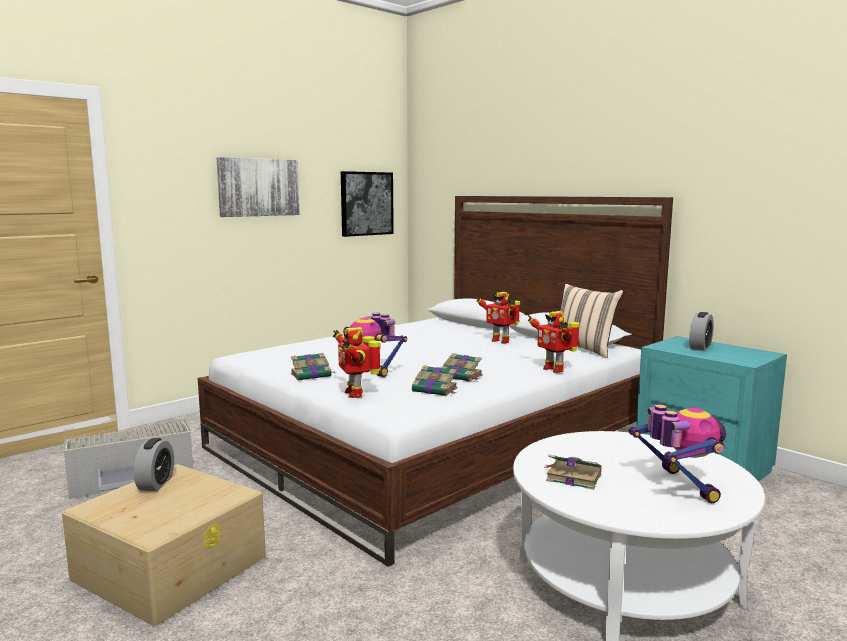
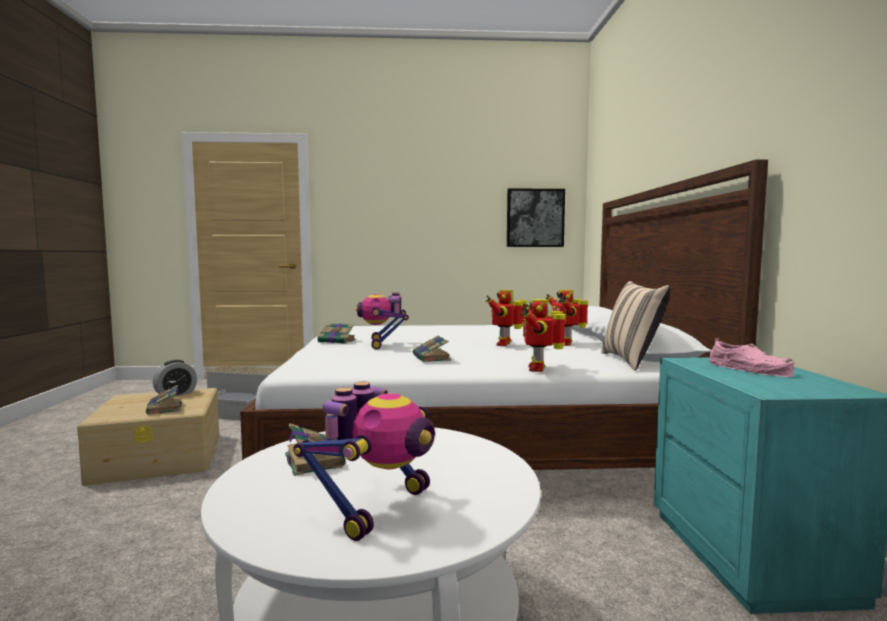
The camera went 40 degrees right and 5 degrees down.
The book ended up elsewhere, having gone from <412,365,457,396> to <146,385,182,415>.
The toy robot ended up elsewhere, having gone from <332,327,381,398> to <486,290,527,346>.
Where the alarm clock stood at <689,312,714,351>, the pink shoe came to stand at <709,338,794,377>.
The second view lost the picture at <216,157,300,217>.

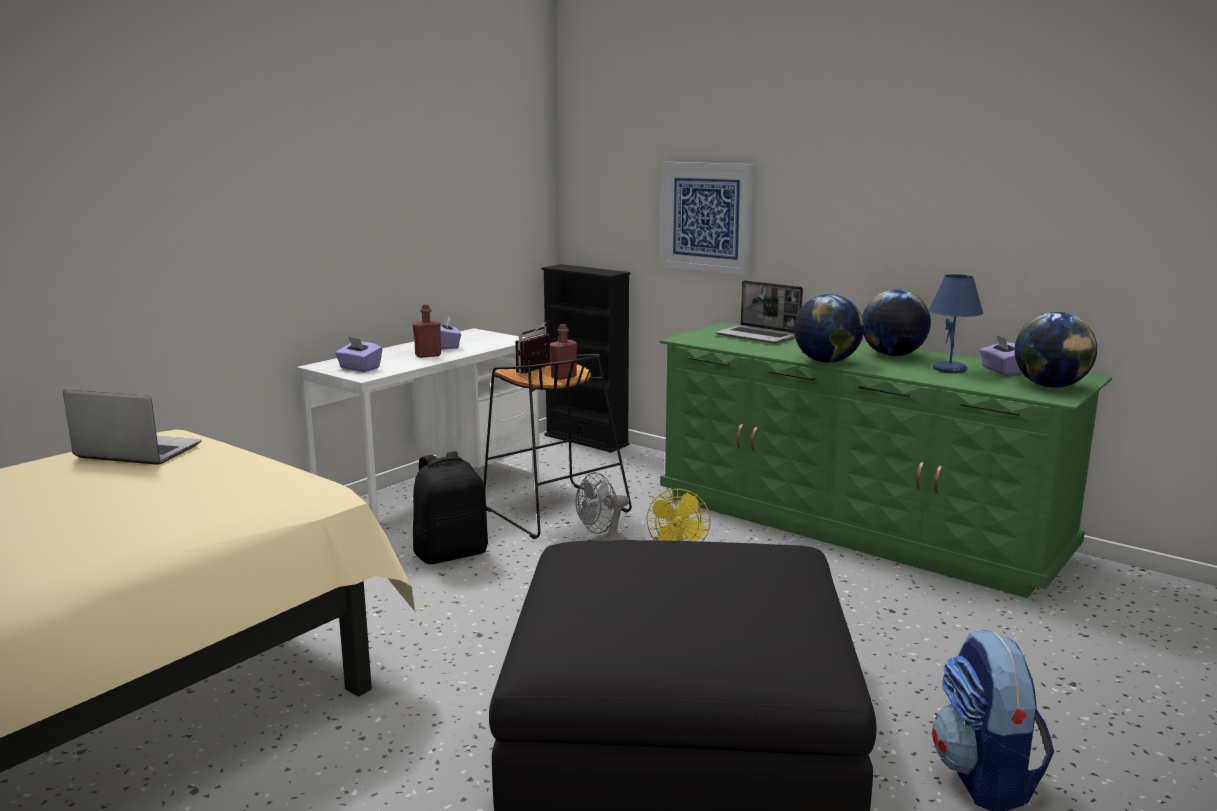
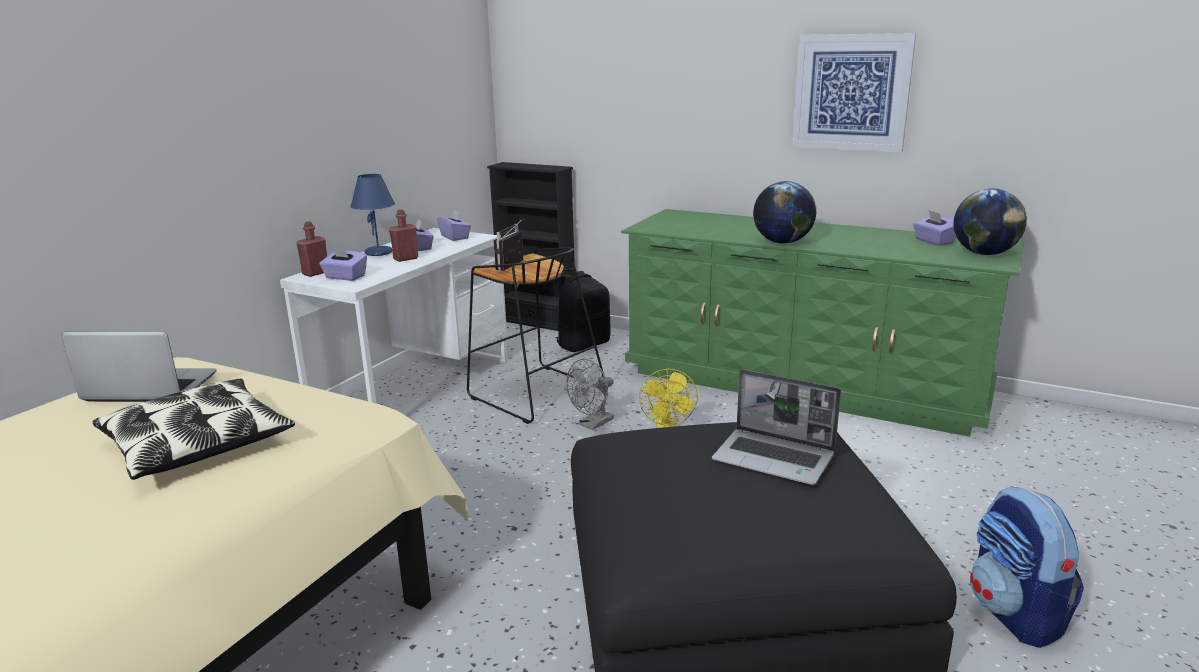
The camera went 10 degrees left and 5 degrees up.
The second view gained the pillow at <92,379,295,480>.
The red bottle ended up elsewhere, having gone from <550,324,577,380> to <297,221,327,277>.
The blue table lamp ended up elsewhere, having gone from <928,274,984,373> to <350,174,395,256>.
The second view gained the purple tissue box at <437,210,471,241>.
The black backpack ended up elsewhere, having gone from <413,451,488,564> to <556,271,611,352>.
The laptop ended up elsewhere, having gone from <715,280,803,344> to <712,369,841,485>.
The picture ended up elsewhere, having gone from <660,162,756,276> to <792,33,916,152>.
The second view lost the globe at <862,289,931,356>.

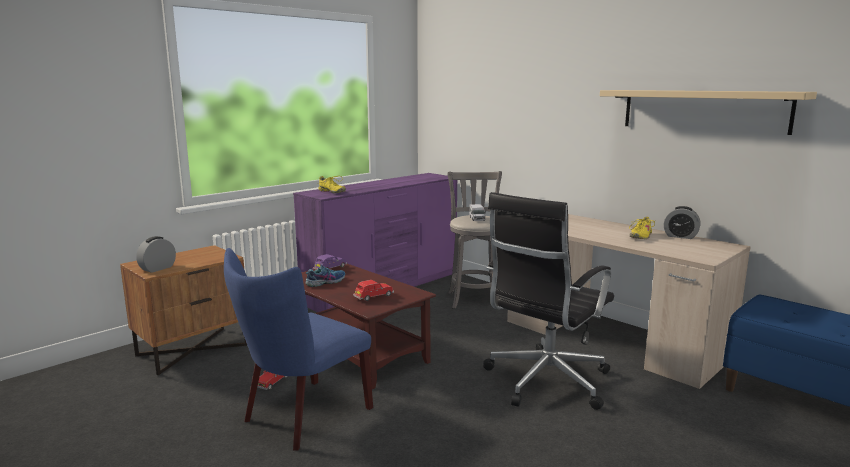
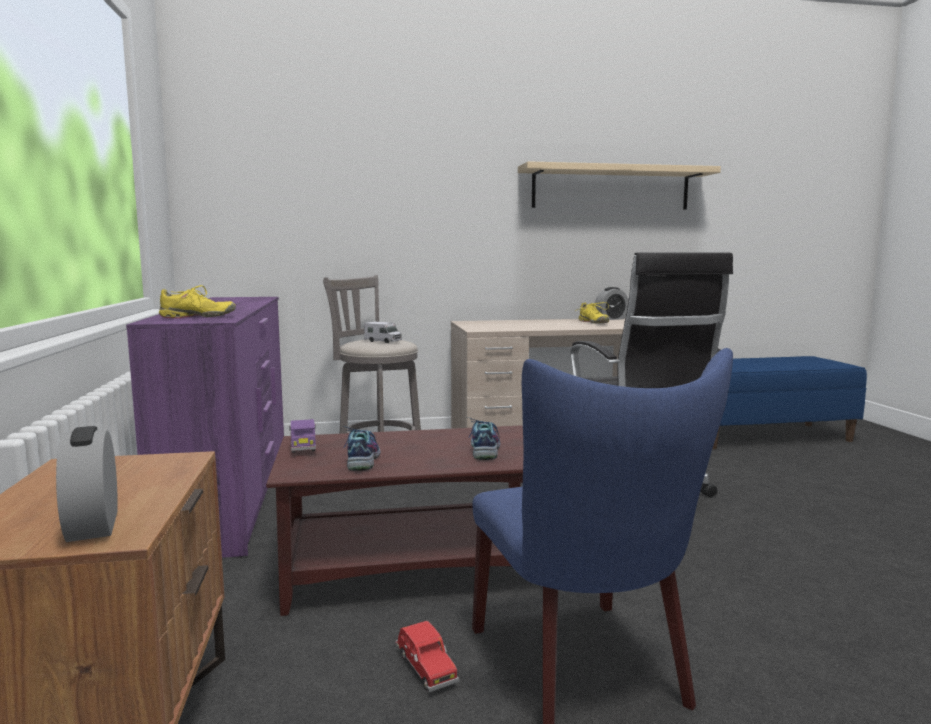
The camera went 55 degrees left and 5 degrees down.
Where the red toy car stood at <353,280,394,301>, the shoe came to stand at <469,418,501,460>.

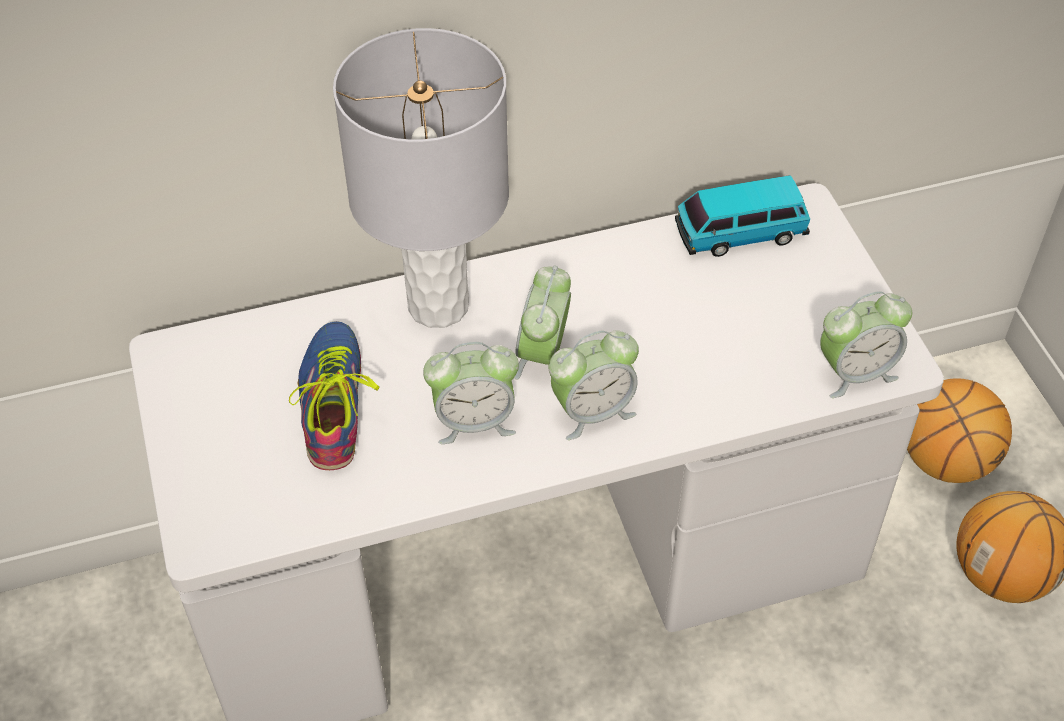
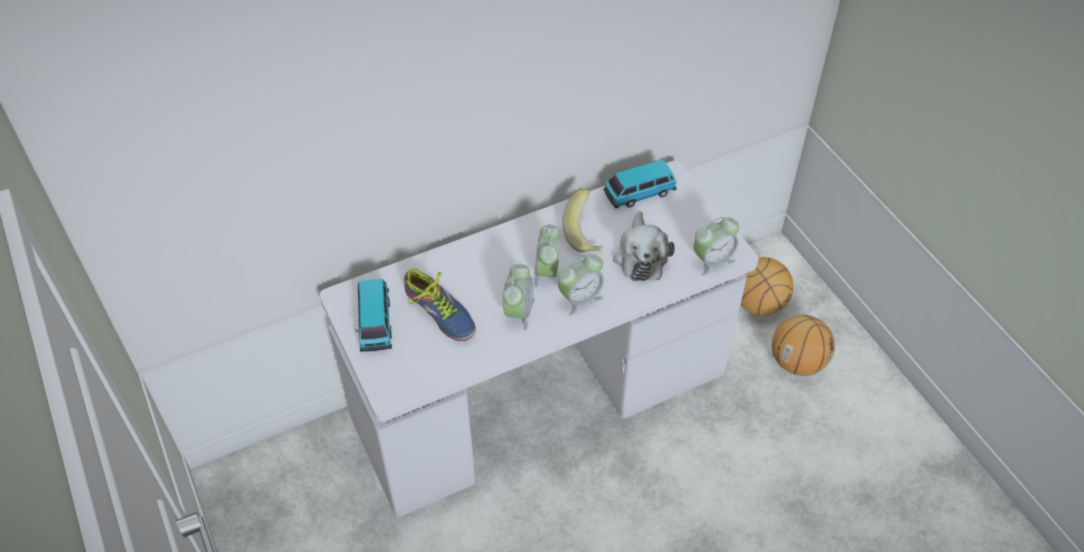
The camera went 10 degrees left and 0 degrees up.
The second view gained the toy car at <355,279,392,352>.
The shoe at <289,321,380,470> ended up facing another way, 150 degrees clockwise from before.
The alarm clock at <423,342,519,444> ended up facing another way, 60 degrees counterclockwise from before.
The second view gained the banana at <562,189,603,252>.
The second view gained the plush toy at <613,211,675,281>.
The second view lost the grey table lamp at <333,28,509,328>.

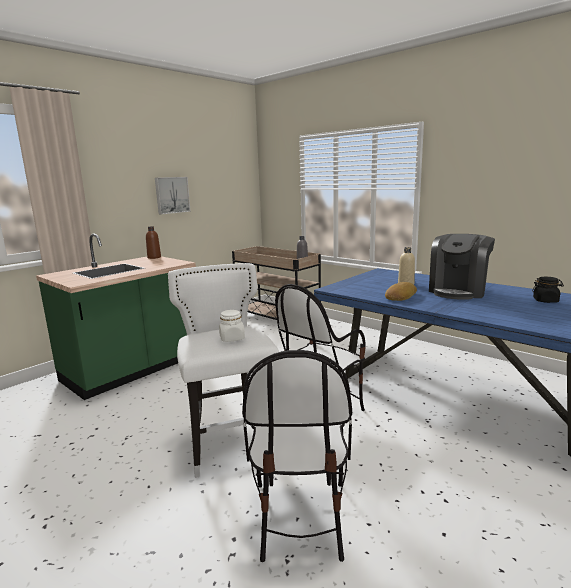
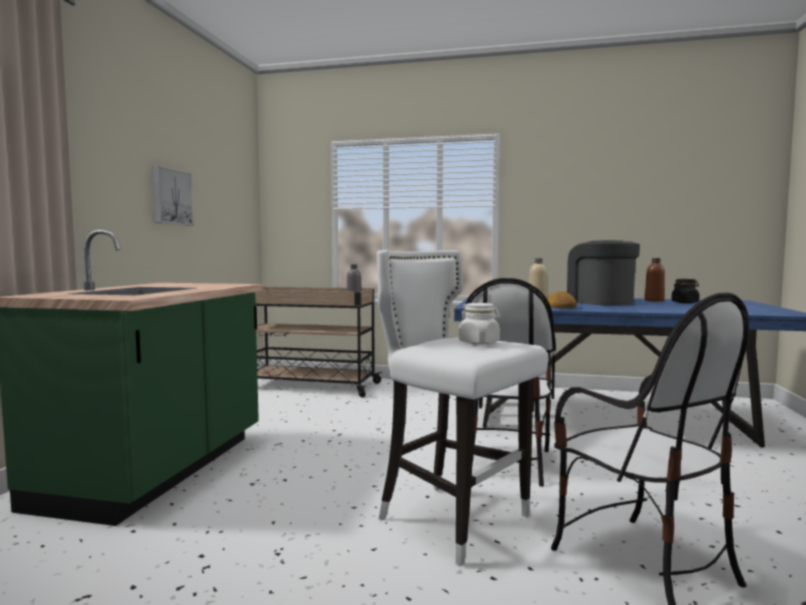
The camera went 30 degrees left and 10 degrees down.
The coffee machine at <429,234,495,300> ended up facing another way, 150 degrees clockwise from before.
The brown bottle ended up elsewhere, having gone from <146,226,161,259> to <644,258,665,302>.

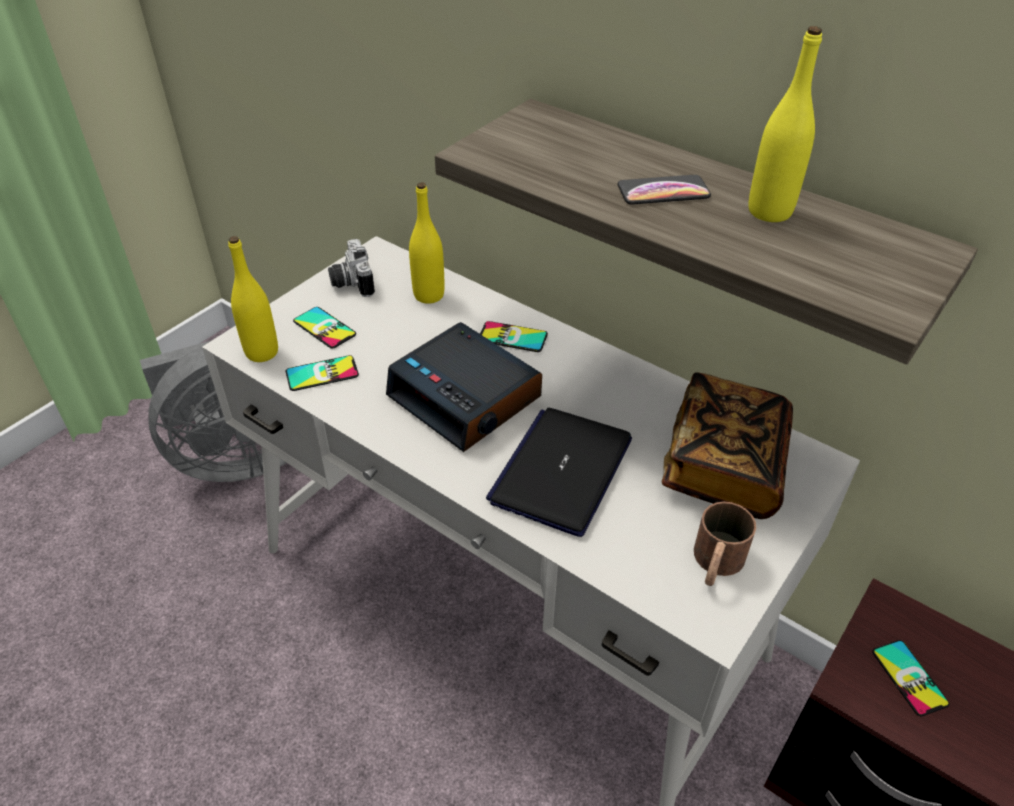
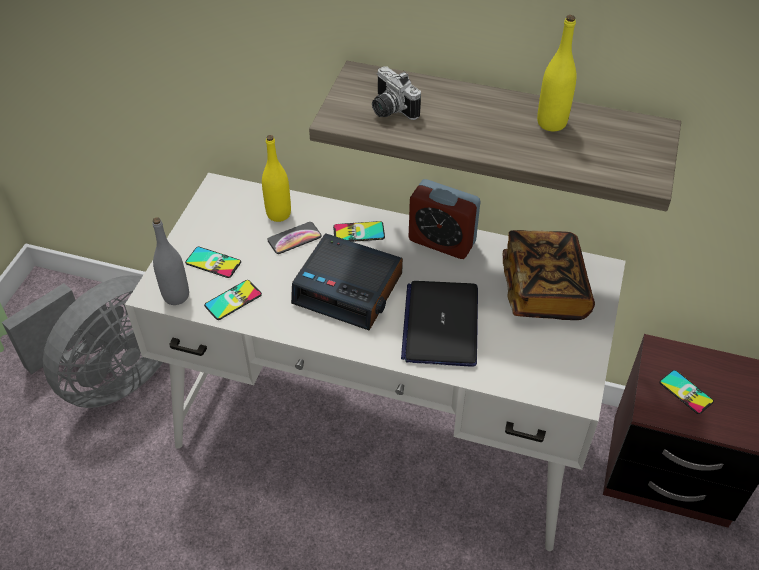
The camera went 20 degrees left and 5 degrees up.
What was the yellow bottle at <228,236,278,362> turned into the grey bottle at <152,217,189,305>.
The phone ended up elsewhere, having gone from <618,175,711,205> to <267,222,322,254>.
The photo camera ended up elsewhere, having gone from <328,239,375,297> to <372,66,421,120>.
The second view gained the alarm clock at <409,179,481,259>.
The second view lost the brown mug at <694,501,756,586>.

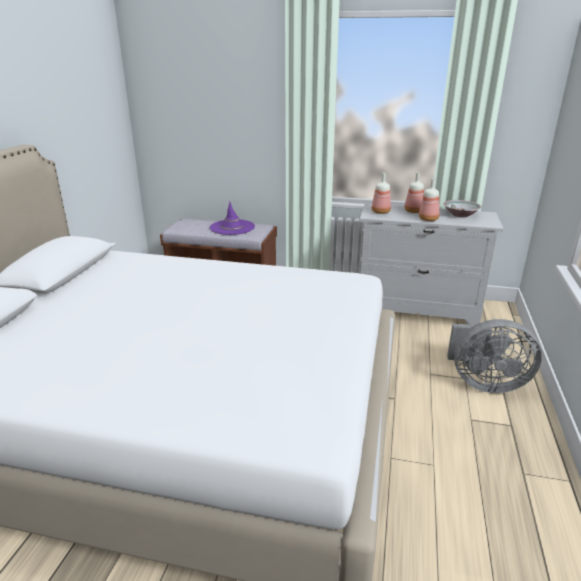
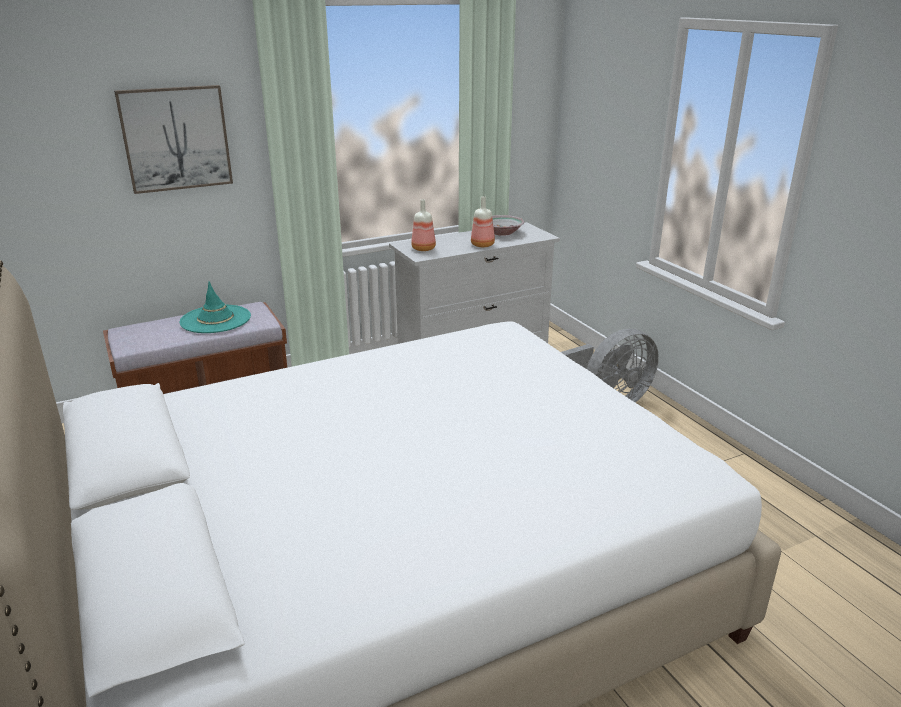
The camera went 40 degrees left and 0 degrees up.
The second view gained the picture at <114,85,233,194>.
What was the purple hat at <210,202,255,235> turned into the turquoise hat at <179,282,251,333>.
The second view lost the bottle at <404,172,424,213>.

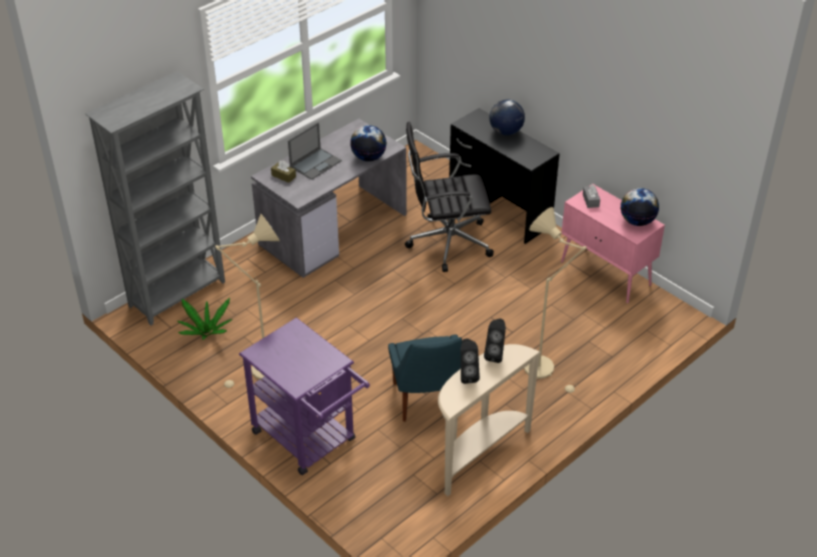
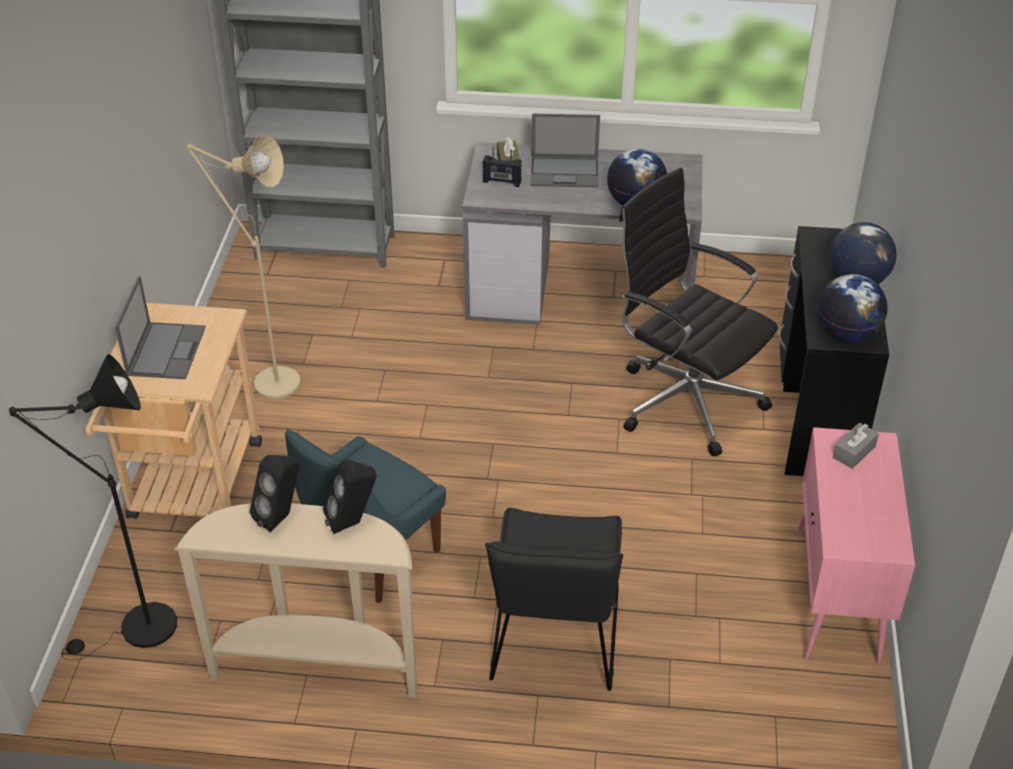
The camera went 50 degrees right and 0 degrees up.
The second view gained the black floor lamp at <9,354,177,660>.
What was the purple cart at <239,317,370,475> turned into the beige cart at <86,303,262,519>.
The second view gained the laptop at <115,276,206,379>.
The second view gained the radio at <483,147,522,187>.
Where the beige floor lamp stood at <524,207,587,393>, the black chair came to stand at <485,507,623,691>.
The globe ended up elsewhere, having gone from <621,188,659,226> to <817,274,888,343>.
The second view lost the potted plant at <177,298,233,340>.

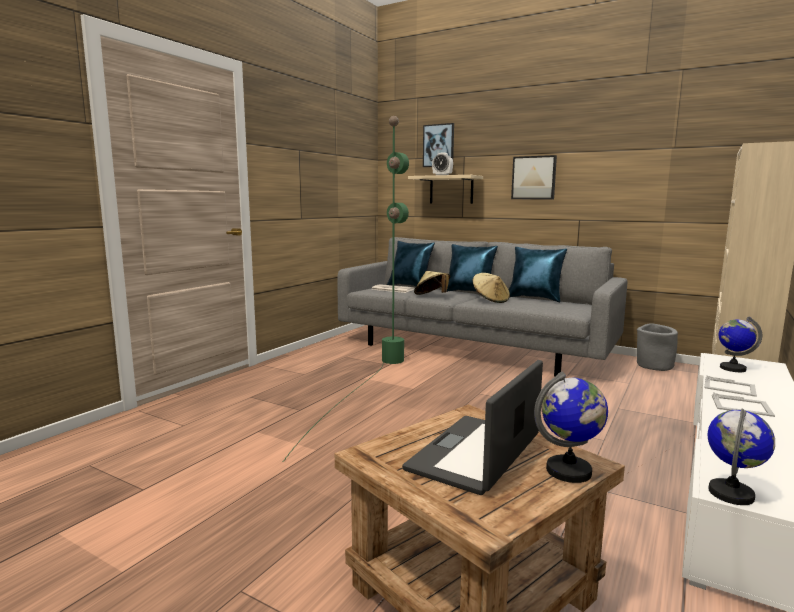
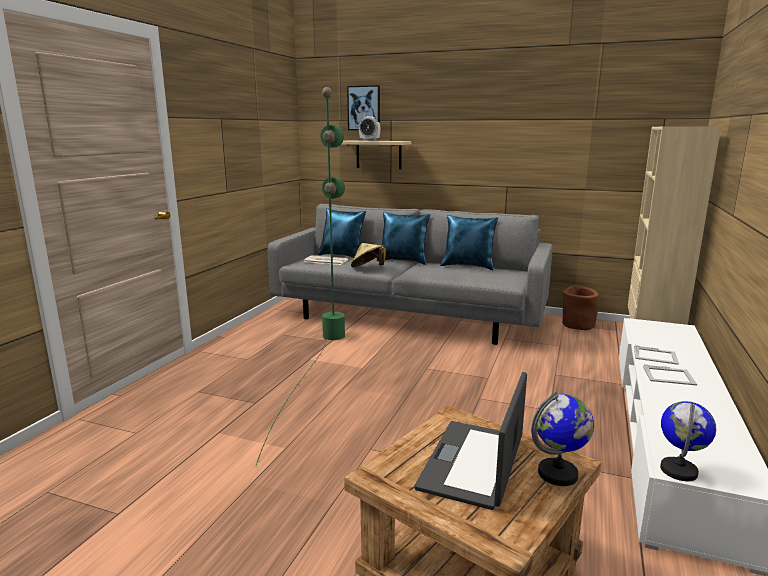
The camera went 10 degrees left and 5 degrees up.
What was the grey planter at <637,323,678,371> turned into the brown planter at <562,285,599,330>.
The second view lost the beige hat at <473,273,510,303>.
The second view lost the picture at <511,155,557,199>.
The second view lost the globe at <719,317,762,372>.

